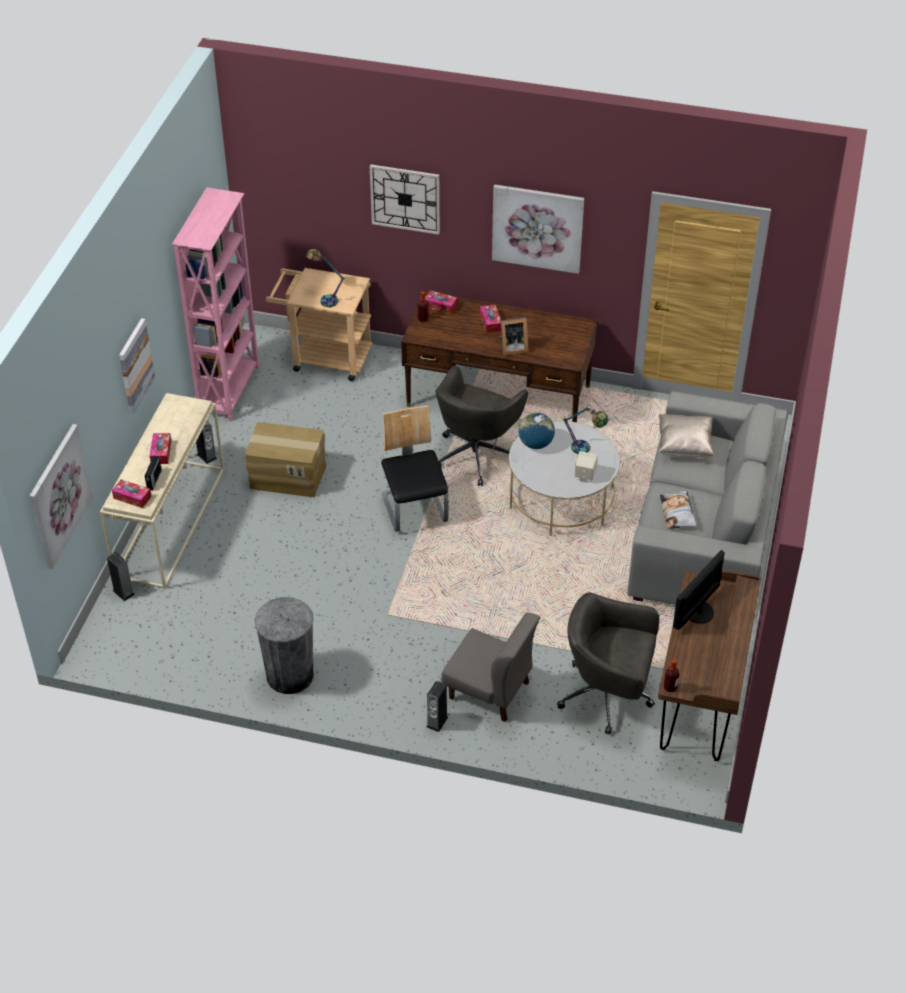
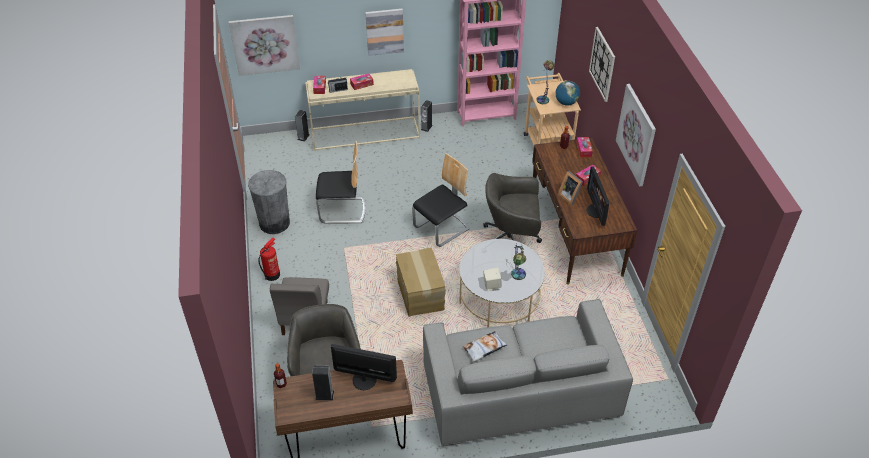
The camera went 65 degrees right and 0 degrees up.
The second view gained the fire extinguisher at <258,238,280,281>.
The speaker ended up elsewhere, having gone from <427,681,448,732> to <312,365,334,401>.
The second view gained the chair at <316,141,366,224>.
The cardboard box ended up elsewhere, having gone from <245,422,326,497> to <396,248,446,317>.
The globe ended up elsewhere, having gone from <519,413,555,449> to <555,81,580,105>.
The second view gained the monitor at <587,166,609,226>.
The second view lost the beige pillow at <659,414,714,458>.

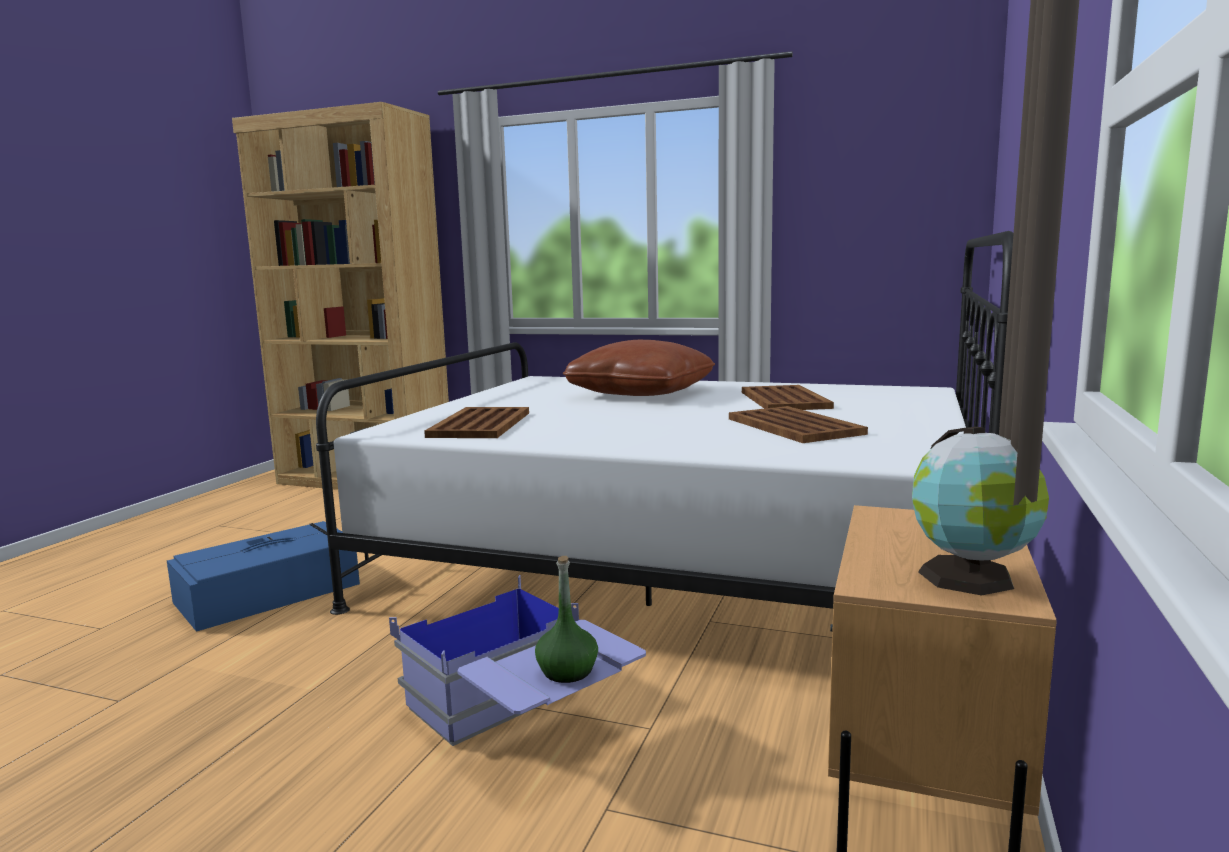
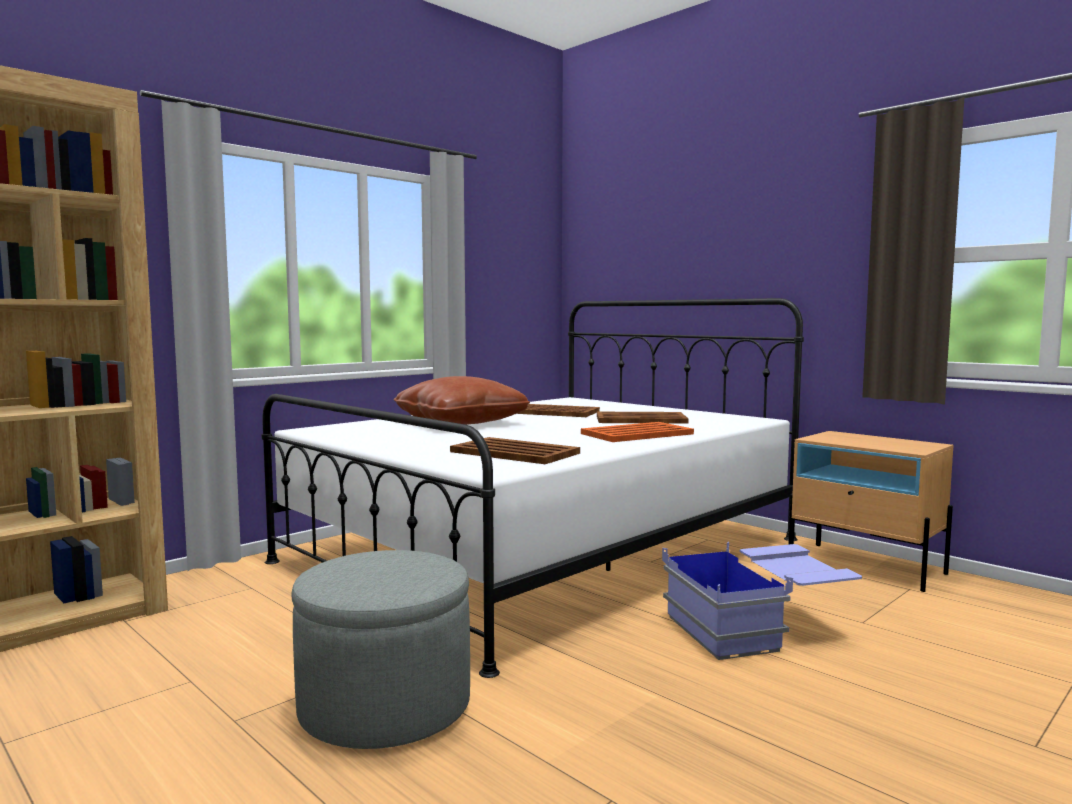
The camera went 65 degrees left and 5 degrees down.
Where the blue storage box stood at <167,521,360,632>, the grey ottoman came to stand at <292,550,470,749>.
The second view gained the orange tray at <581,422,694,442>.
The second view lost the green bottle at <535,556,598,683>.
The second view lost the globe at <912,427,1049,596>.

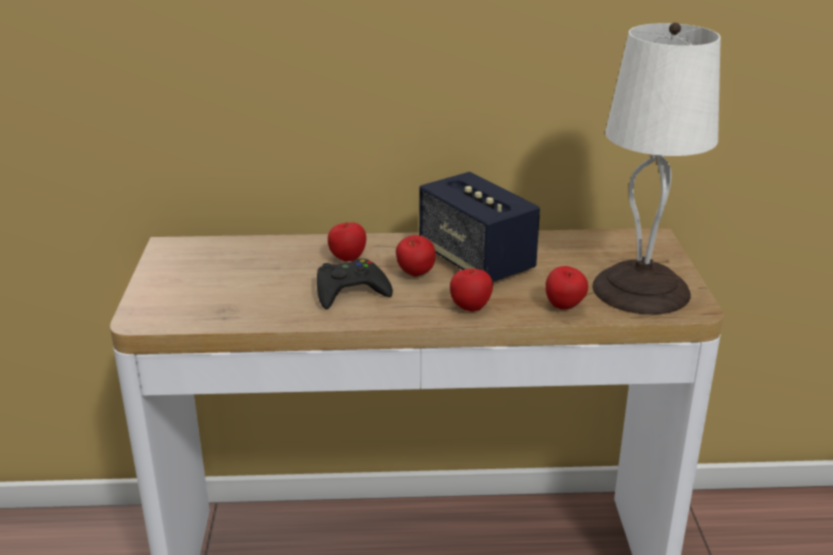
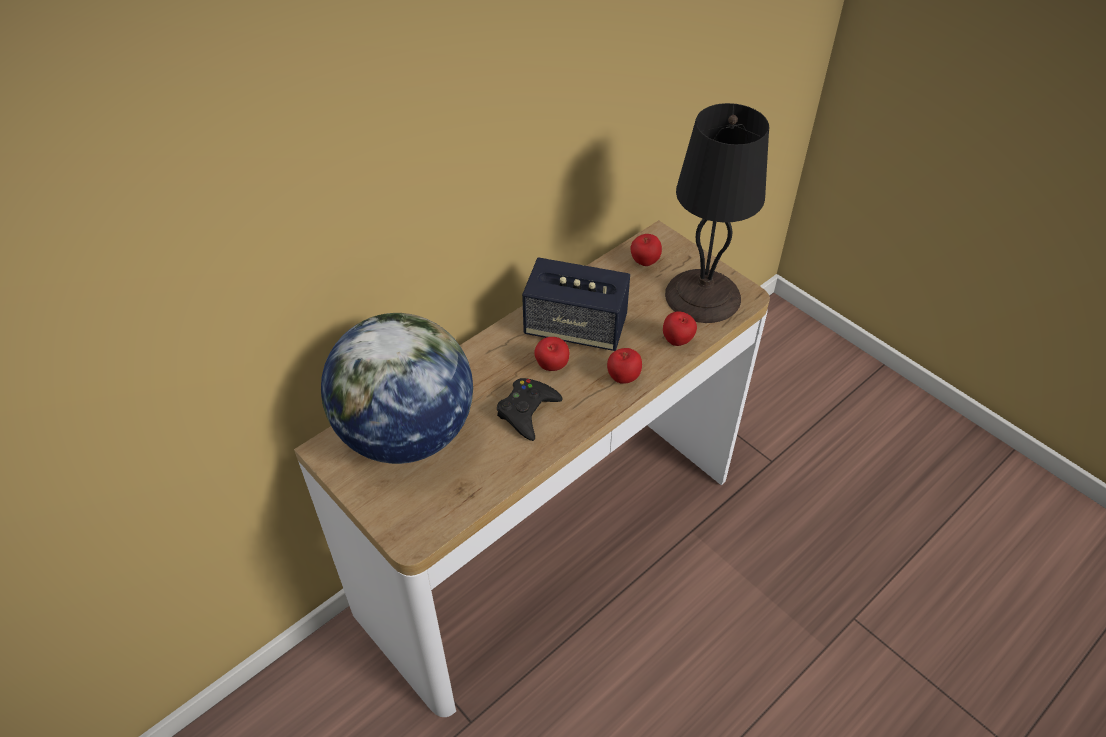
The camera went 40 degrees left and 20 degrees up.
The second view gained the globe at <321,313,473,464>.
The apple ended up elsewhere, having gone from <328,222,366,262> to <630,234,662,266>.
What was the white table lamp at <592,23,721,315> turned into the black table lamp at <665,103,769,323>.

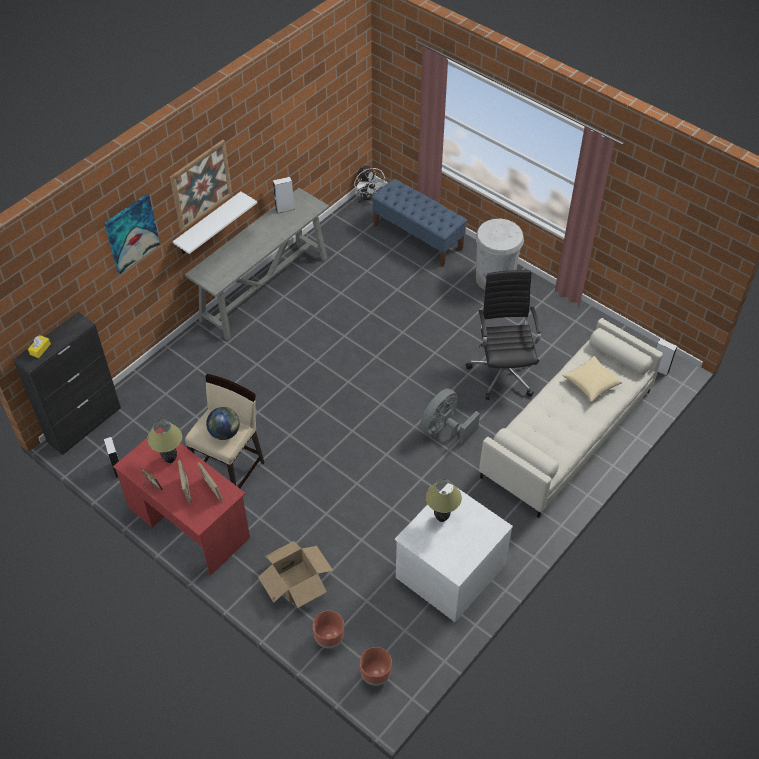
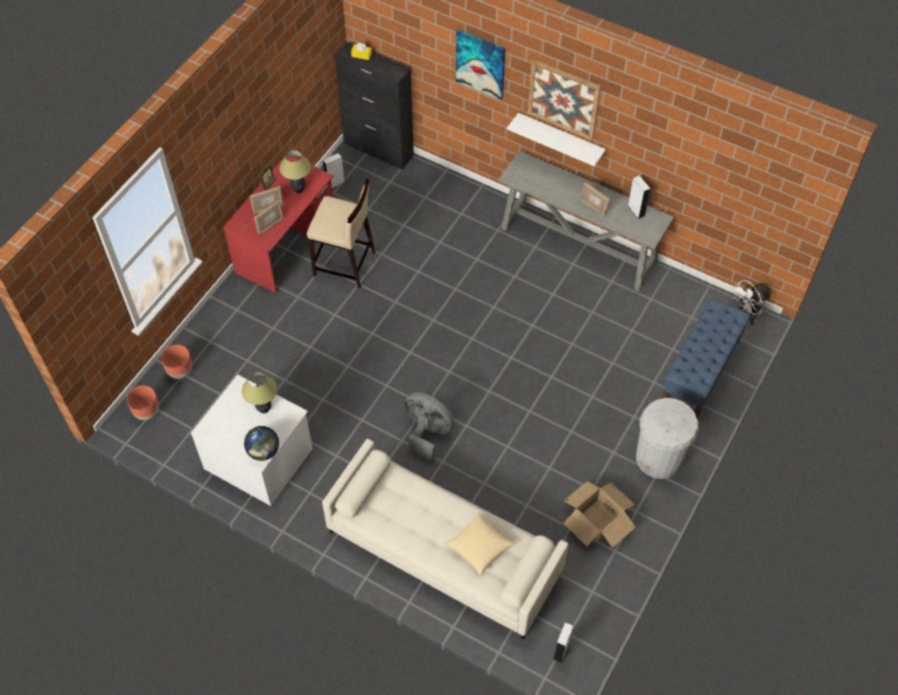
The camera went 80 degrees right and 5 degrees up.
The globe ended up elsewhere, having gone from <206,407,240,440> to <244,426,279,461>.
The cardboard box ended up elsewhere, having gone from <258,541,333,608> to <563,481,636,548>.
The second view gained the picture frame at <580,182,610,217>.
The second view lost the black office chair at <466,270,541,400>.

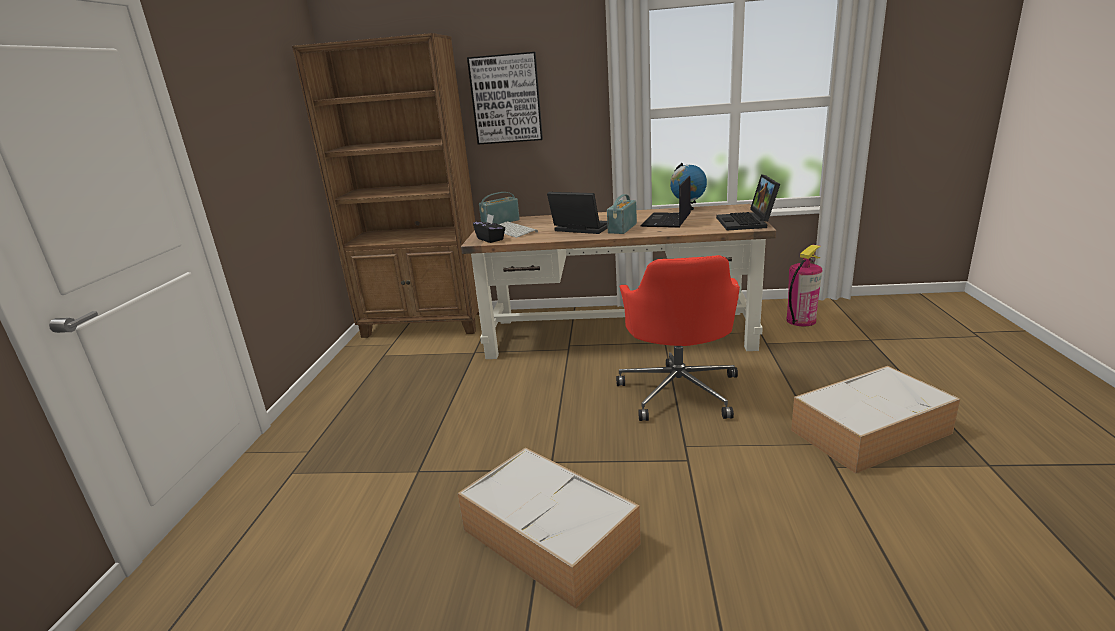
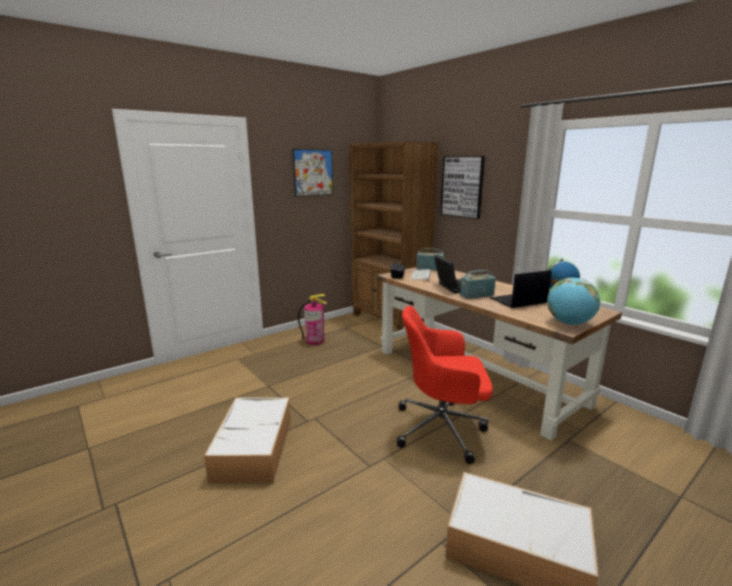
The camera went 45 degrees right and 5 degrees down.
The second view gained the picture at <293,149,333,197>.
The fire extinguisher ended up elsewhere, having gone from <786,245,823,326> to <298,294,327,345>.
The red office chair at <616,255,740,421> ended up facing another way, 45 degrees clockwise from before.
Where the laptop stood at <716,174,780,231>, the globe came to stand at <547,278,600,325>.

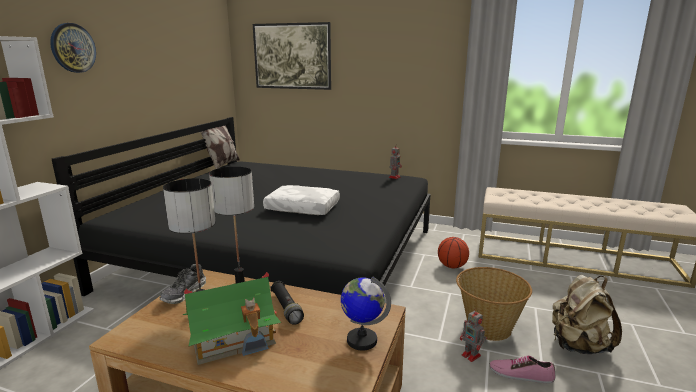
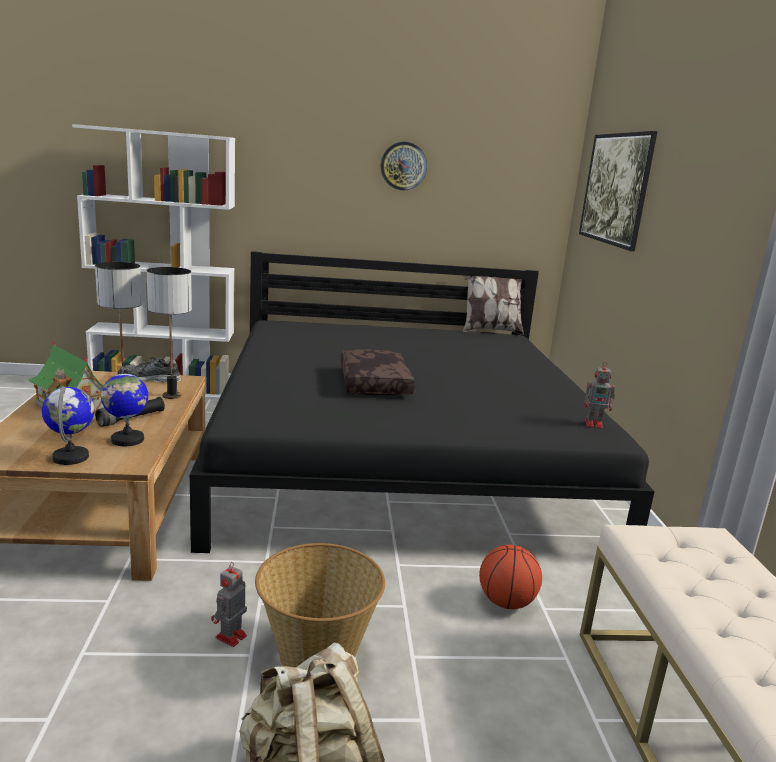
The camera went 65 degrees right and 0 degrees up.
The second view gained the globe at <101,366,148,446>.
What was the white pillow at <263,185,340,215> turned into the brown pillow at <340,349,415,395>.
The wall clock ended up elsewhere, having gone from <50,23,96,73> to <381,142,427,191>.
The second view lost the shoe at <489,355,555,383>.

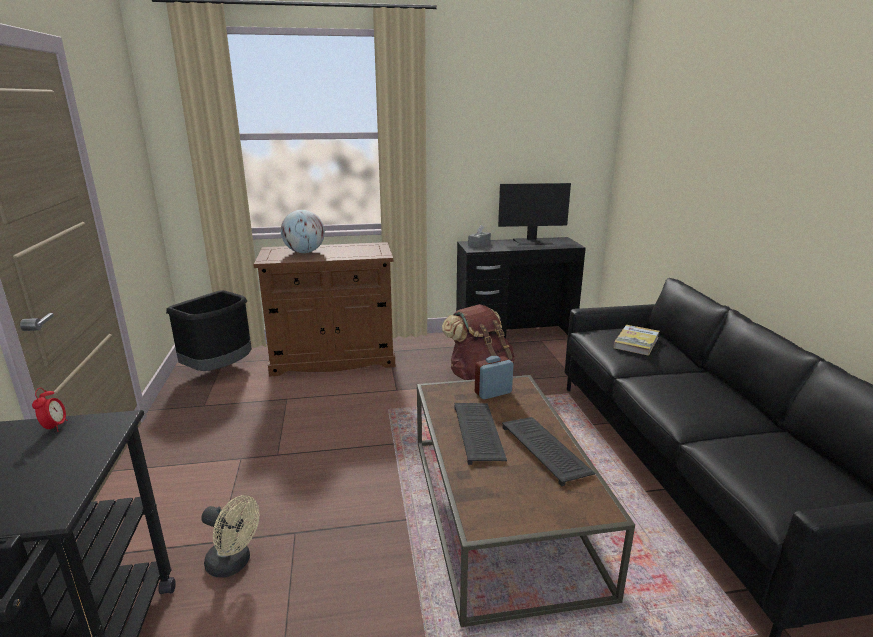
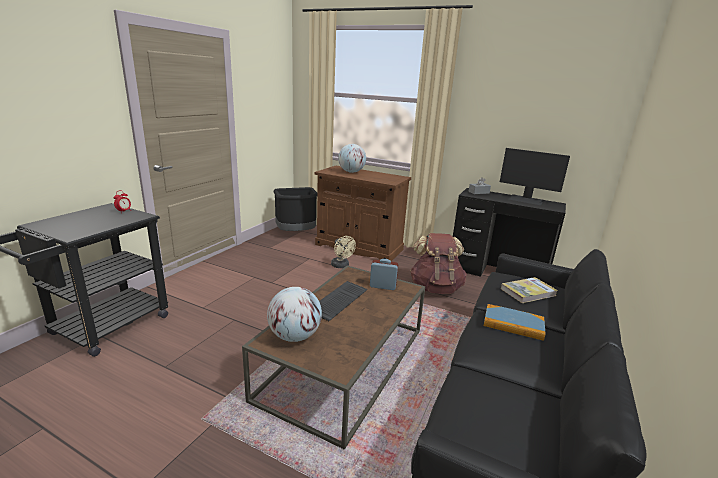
The camera went 35 degrees right and 0 degrees up.
The second view gained the globe at <267,287,322,342>.
The beige fan ended up elsewhere, having gone from <201,495,259,578> to <331,236,356,268>.
The second view gained the book at <484,304,545,341>.
The second view lost the keyboard at <502,417,595,487>.

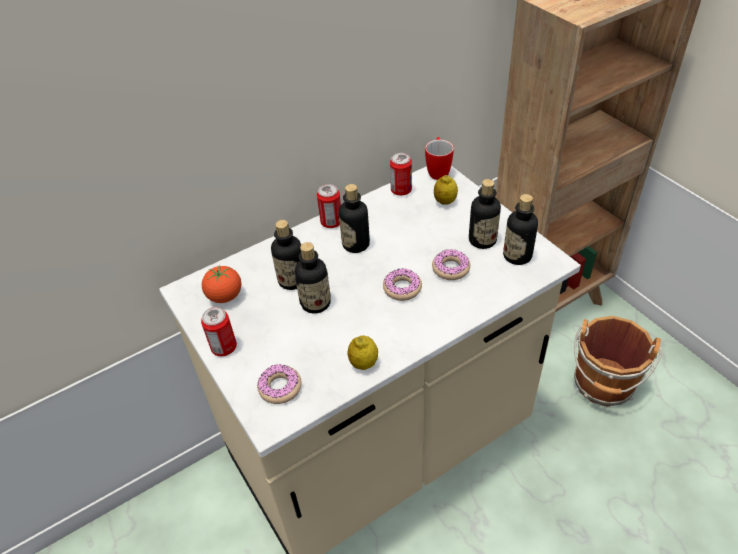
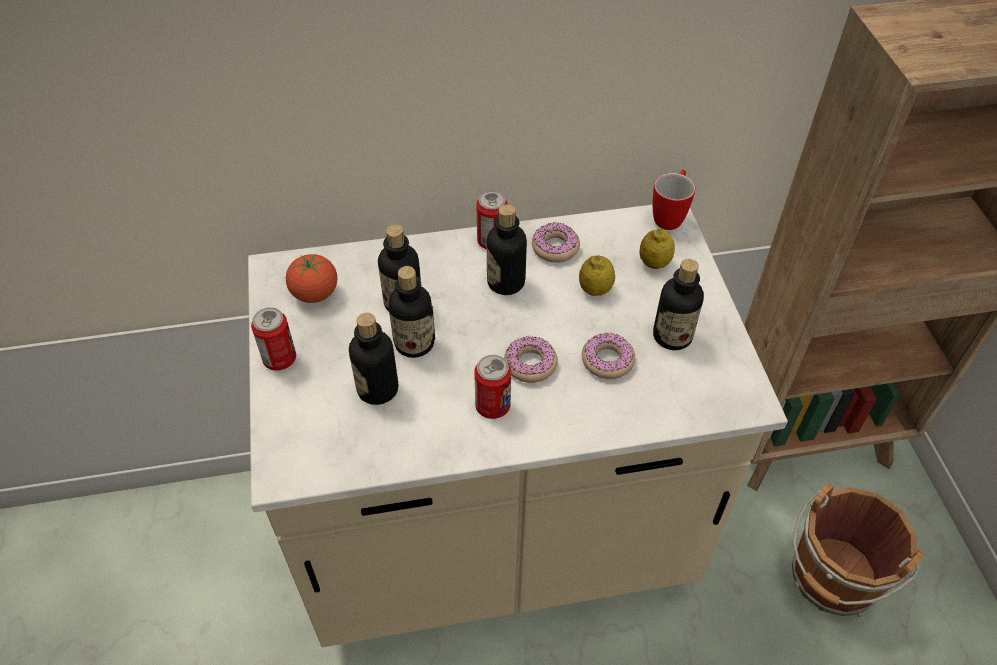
The camera went 20 degrees right and 5 degrees up.
The bottle ended up elsewhere, having gone from <503,194,538,265> to <349,313,398,405>.
The can ended up elsewhere, having gone from <390,153,412,196> to <474,355,511,419>.
The donut ended up elsewhere, having gone from <257,364,302,404> to <532,222,580,263>.
The lemon ended up elsewhere, having gone from <347,336,378,370> to <579,255,615,296>.

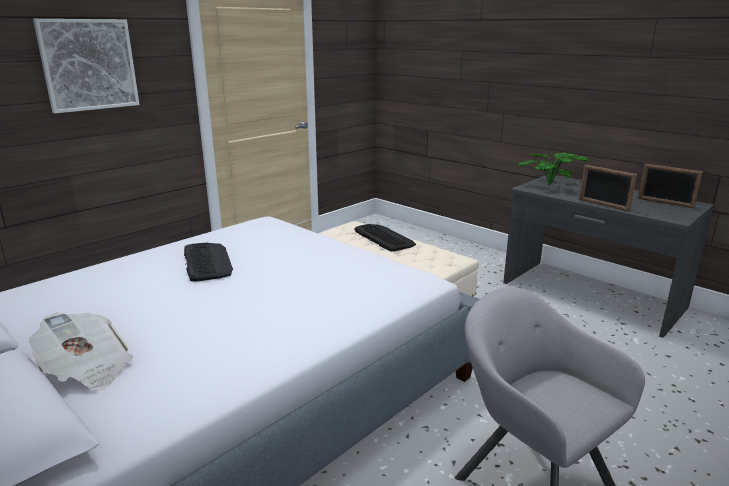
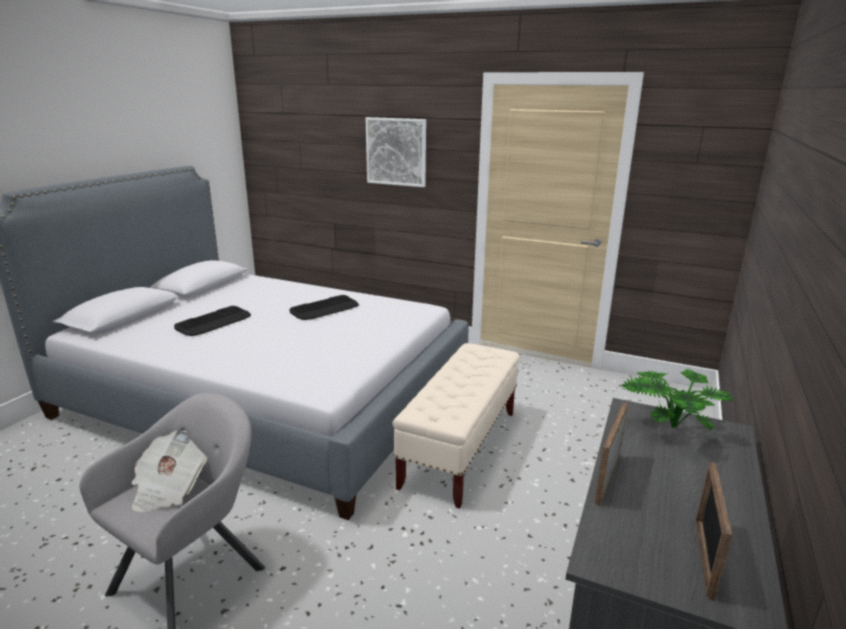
The camera went 70 degrees right and 0 degrees up.
The newspaper ended up elsewhere, having gone from <28,313,133,391> to <132,431,208,512>.
The keyboard ended up elsewhere, having gone from <354,224,416,251> to <174,306,251,336>.

